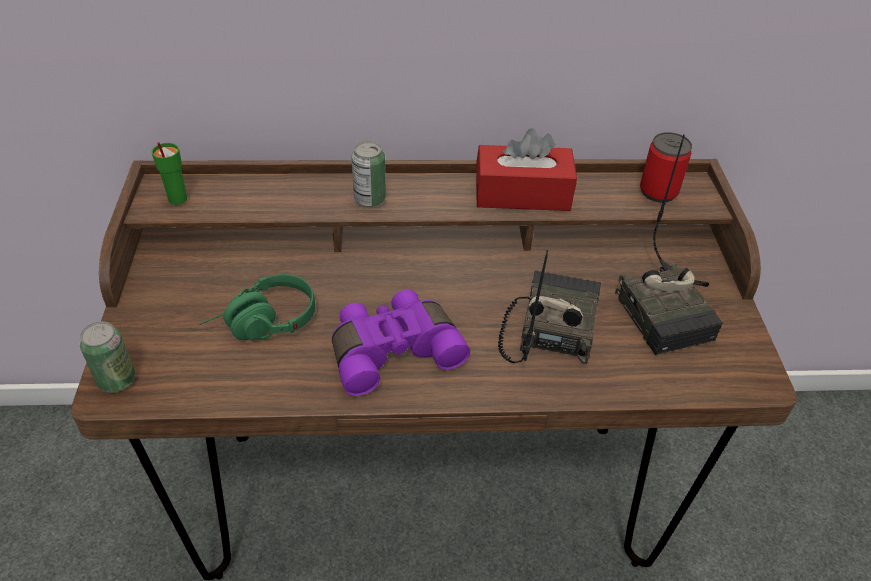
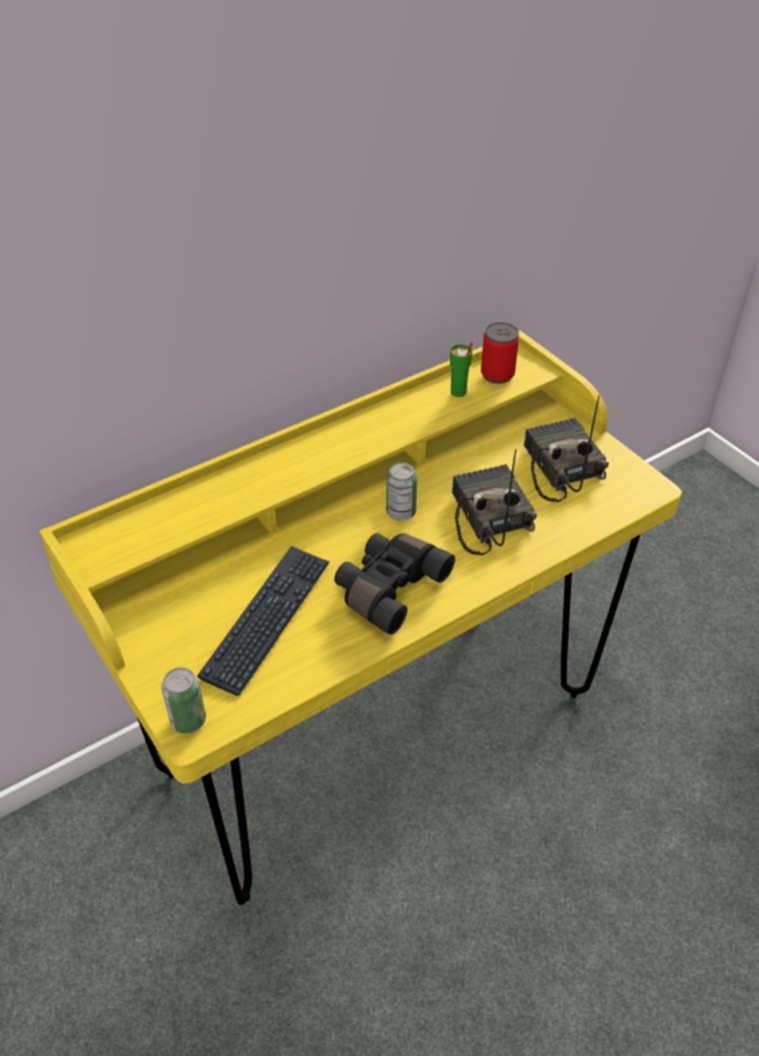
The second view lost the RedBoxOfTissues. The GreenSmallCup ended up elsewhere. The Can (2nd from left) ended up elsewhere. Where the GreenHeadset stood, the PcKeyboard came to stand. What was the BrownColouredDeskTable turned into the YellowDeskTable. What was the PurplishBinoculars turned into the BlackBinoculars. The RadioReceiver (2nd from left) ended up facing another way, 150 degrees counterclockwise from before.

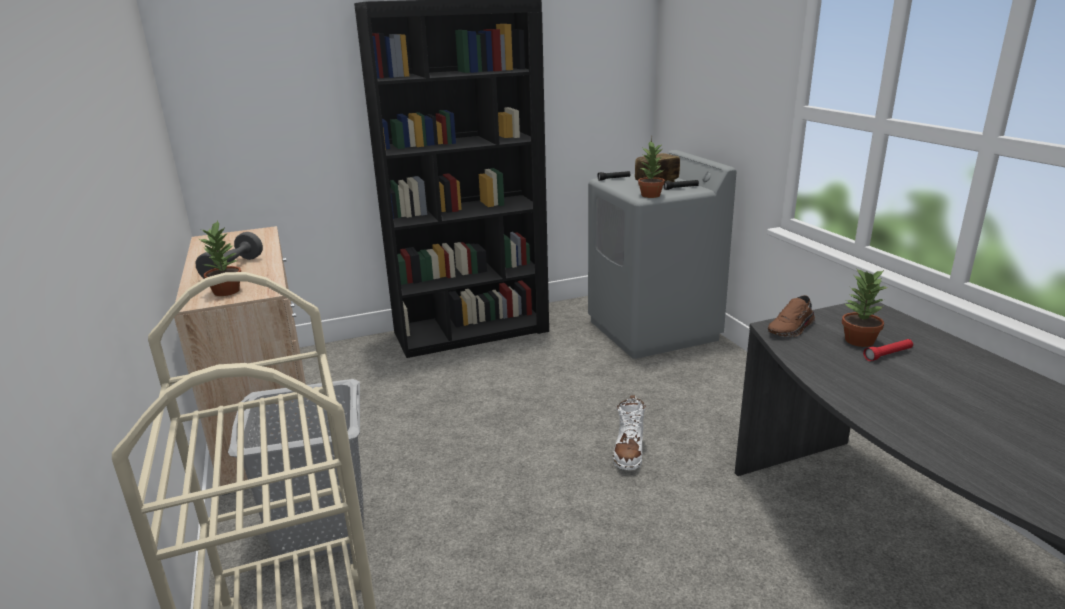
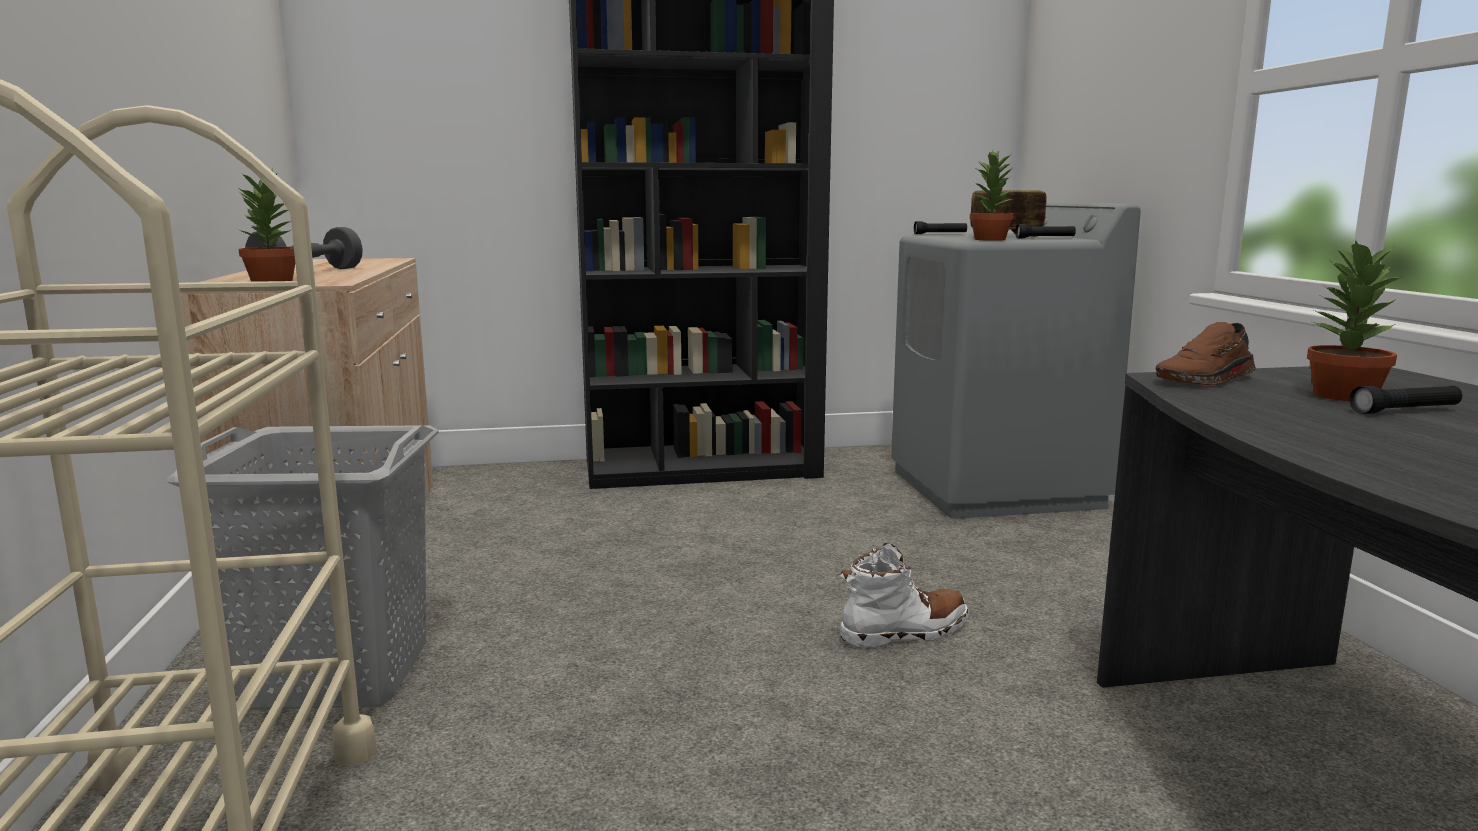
What was the RedTorch turned into the BlackTorch (3rd from left). The WhiteColouredTallBoot ended up facing another way, 135 degrees counterclockwise from before.

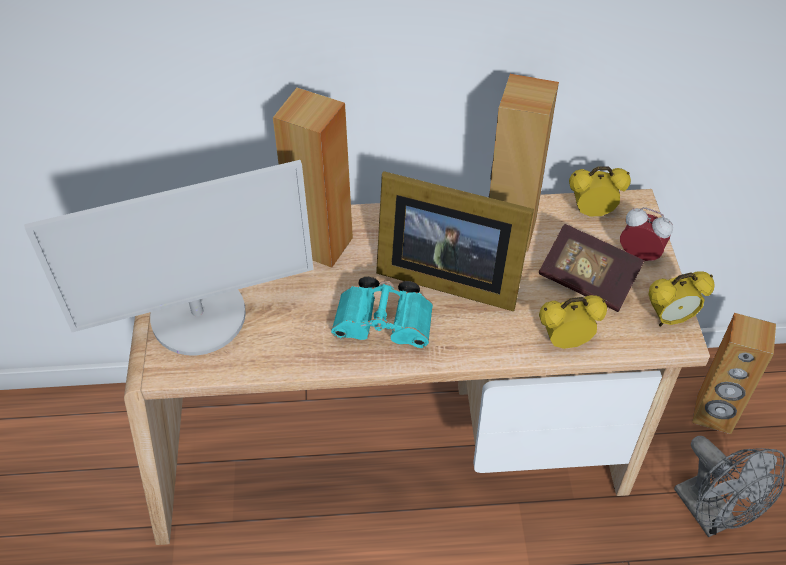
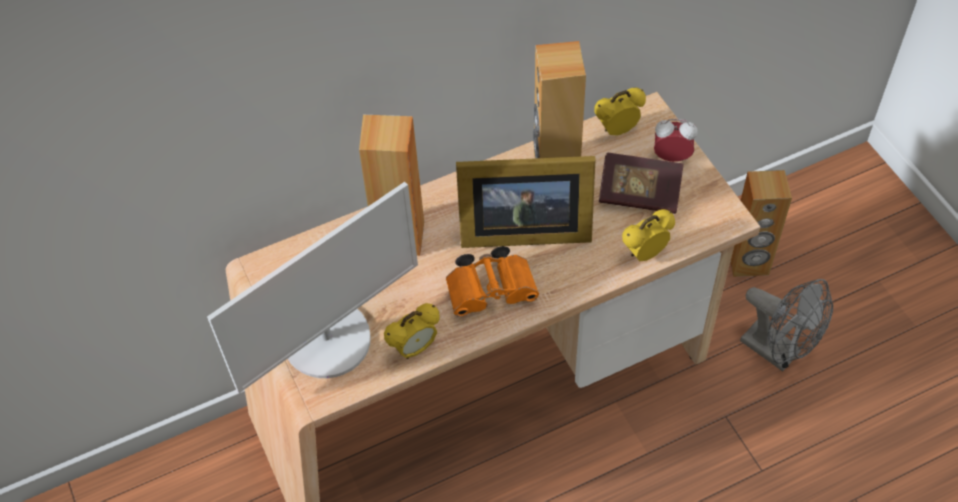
The TableClock (4th from left in the first image) ended up elsewhere. What was the TurquoiseColouredBinoculars turned into the OrangeyBinoculars.

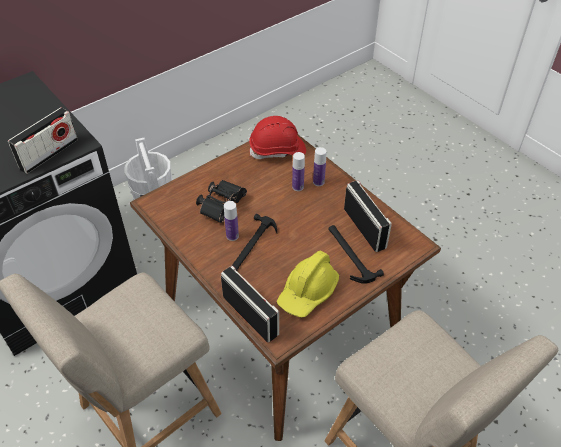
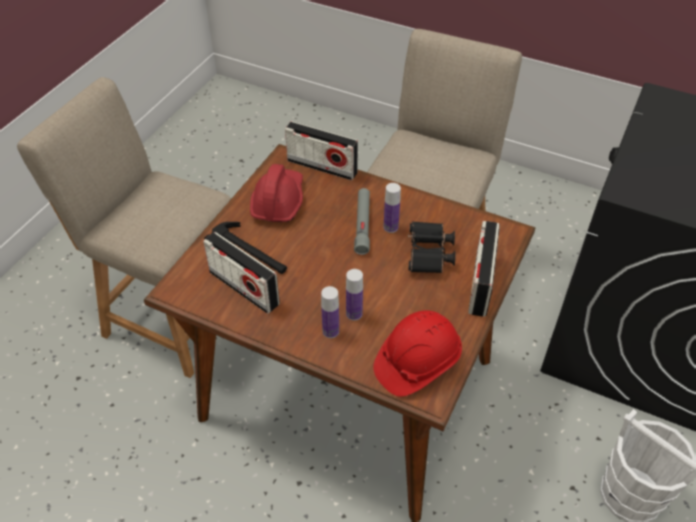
The RadioReceiver (1st from left in the first image) ended up elsewhere. Where the ToolHammer (1st from left) stood, the GreyishTorch came to stand. What was the YellowHardHat turned into the RedHardHat (1st from left).

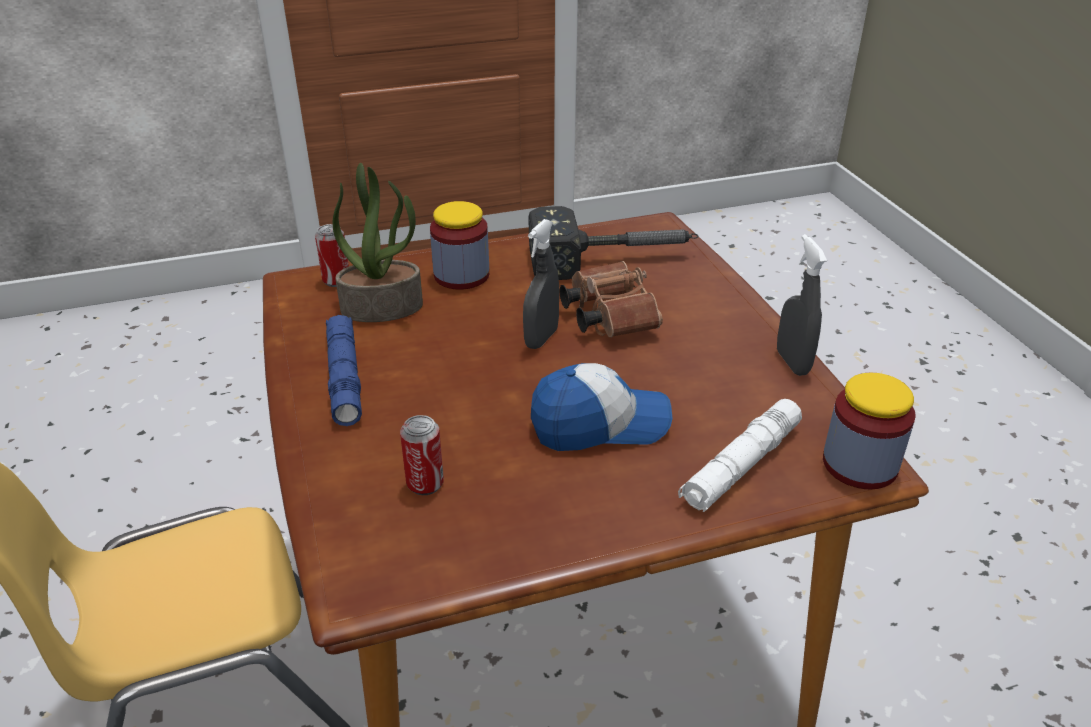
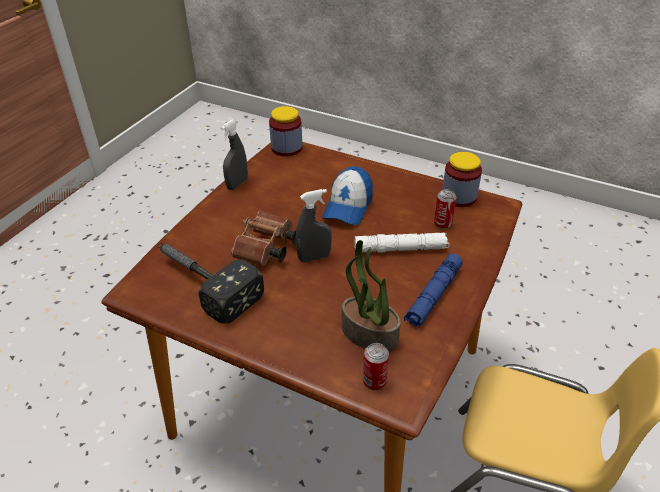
The Jar (1st from left in the first image) ended up elsewhere. The WhiteColouredTorch ended up elsewhere. The Cap ended up facing another way, 105 degrees counterclockwise from before.

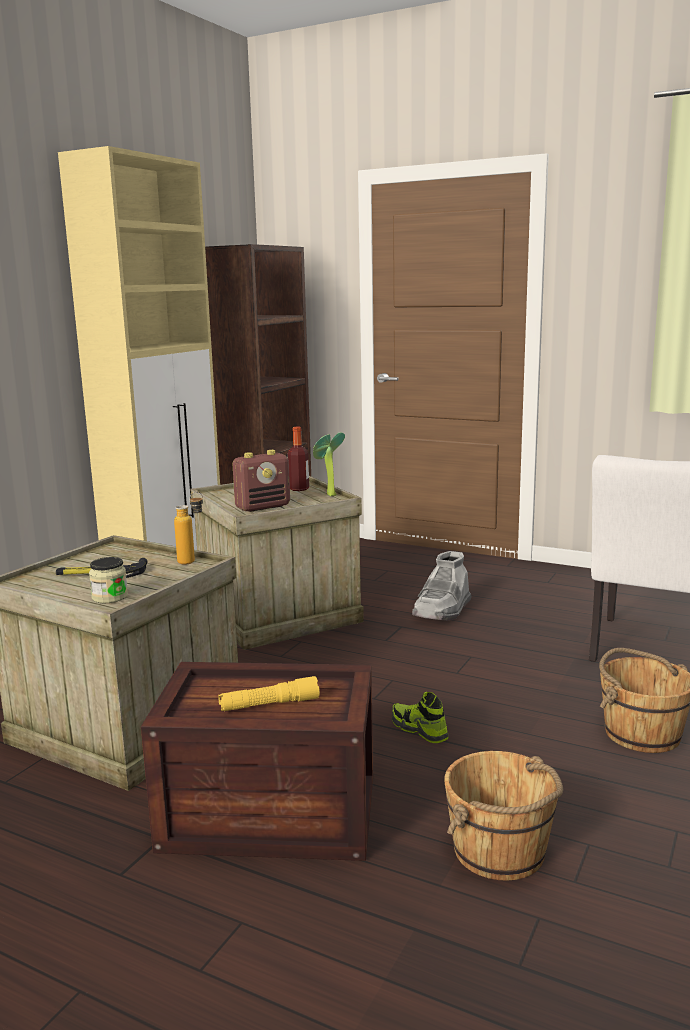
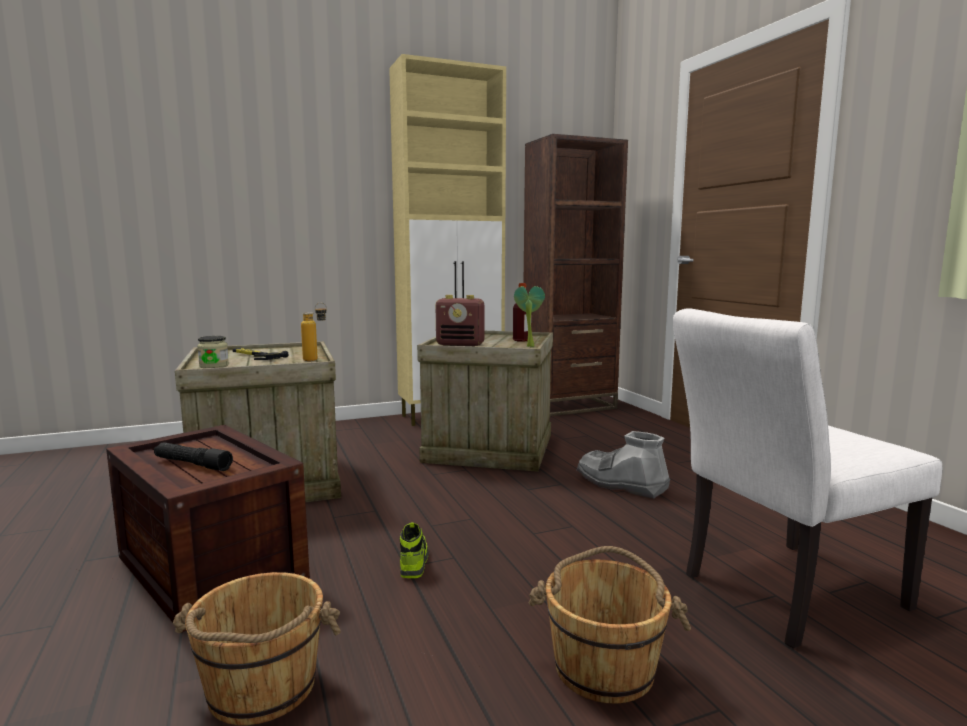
What was the YellowTorch turned into the BlackTorch. The GreyishTallBoot ended up facing another way, 60 degrees clockwise from before.

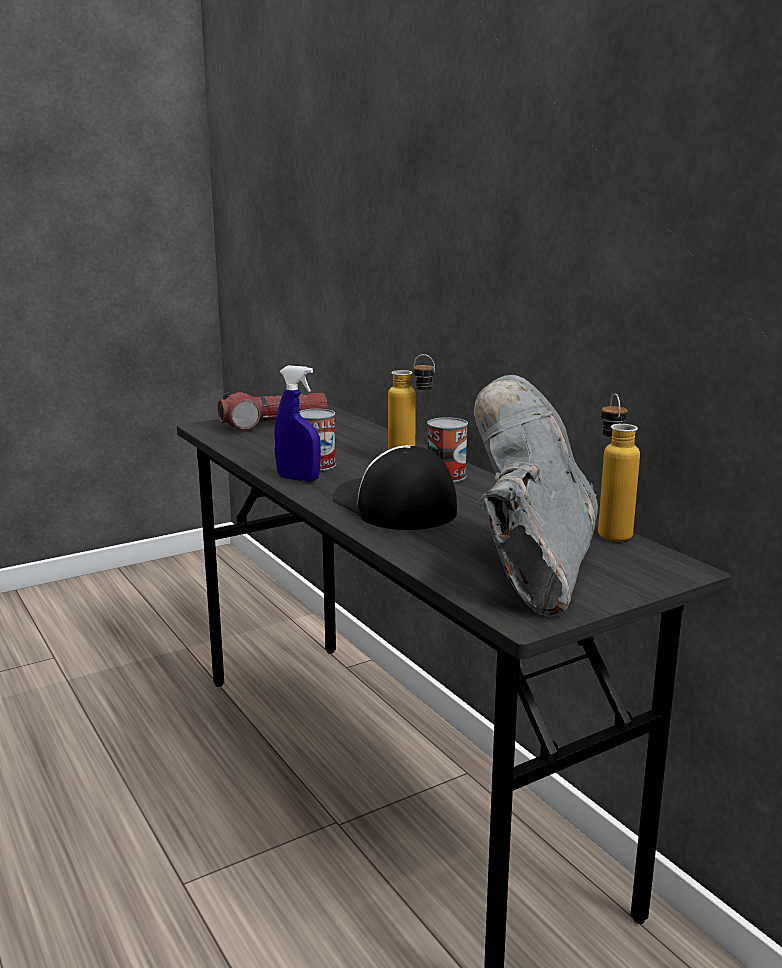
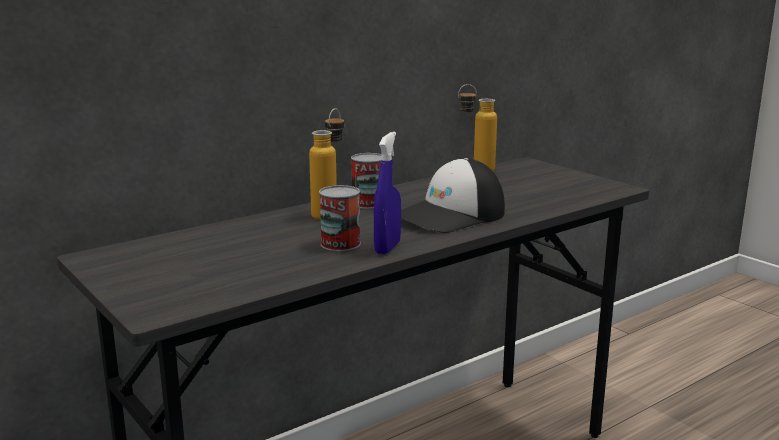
The second view lost the Torch. The second view lost the GreyishTallBoot.

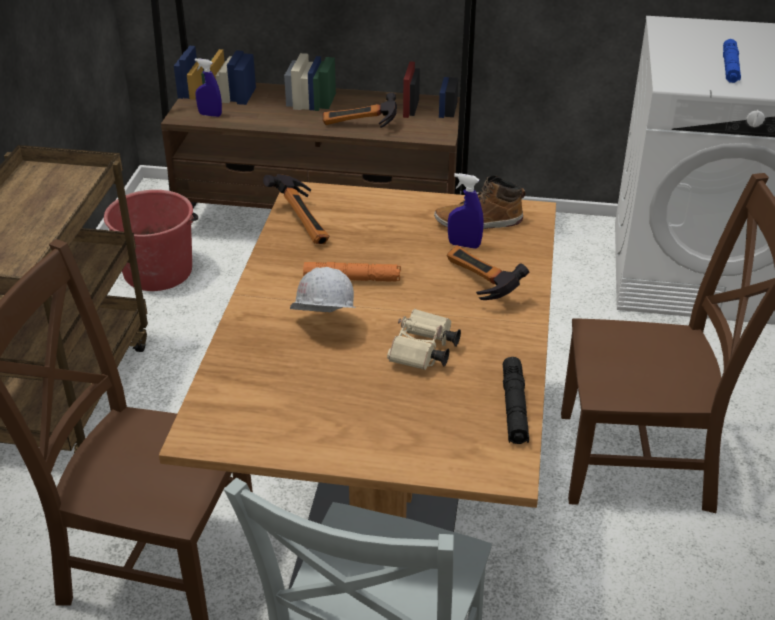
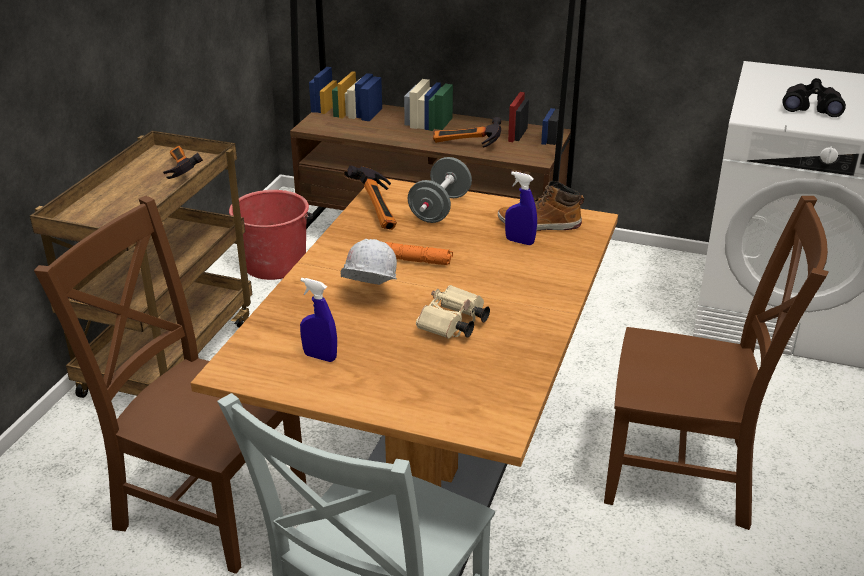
The second view lost the BlackTorch. The second view gained the GreyishFreeWeight. The BlueColouredHandSprayer (1st from left) ended up elsewhere. The ToolHammer (3rd from left in the first image) ended up elsewhere. Where the BlueColouredTorch stood, the BlackBinoculars came to stand.

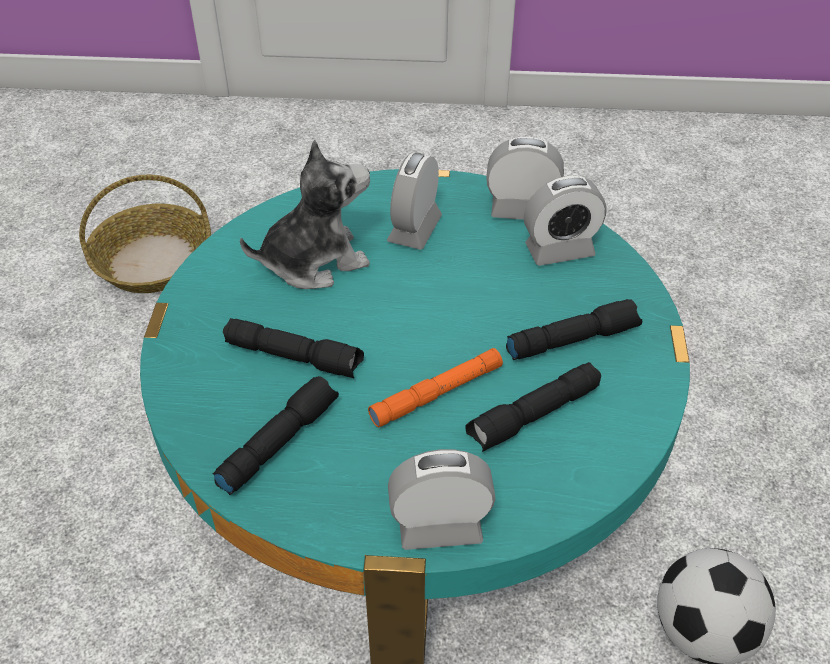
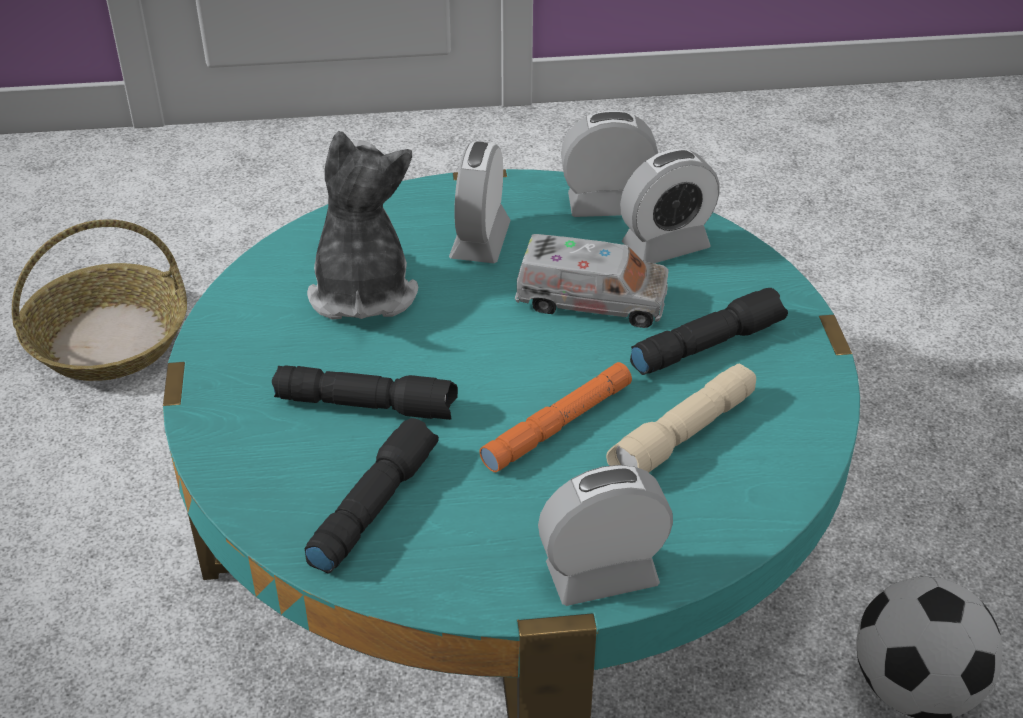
The second view gained the ModelTruck. What was the BlackTorch (3rd from left) turned into the SandColouredTorch. The SoftToy ended up facing another way, 60 degrees counterclockwise from before.

